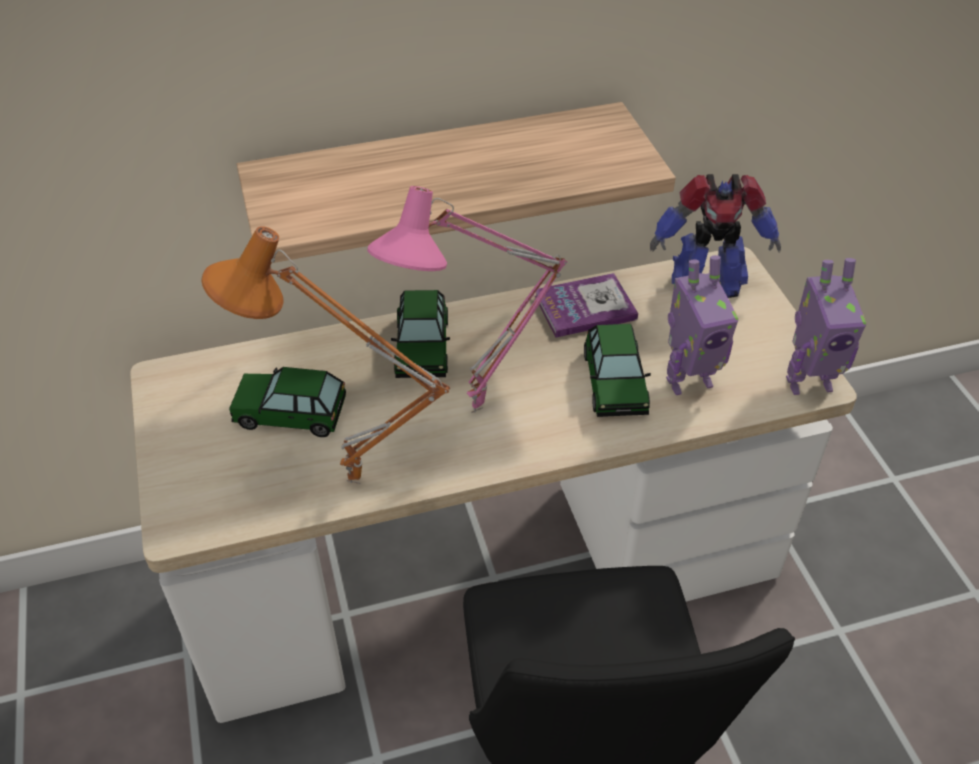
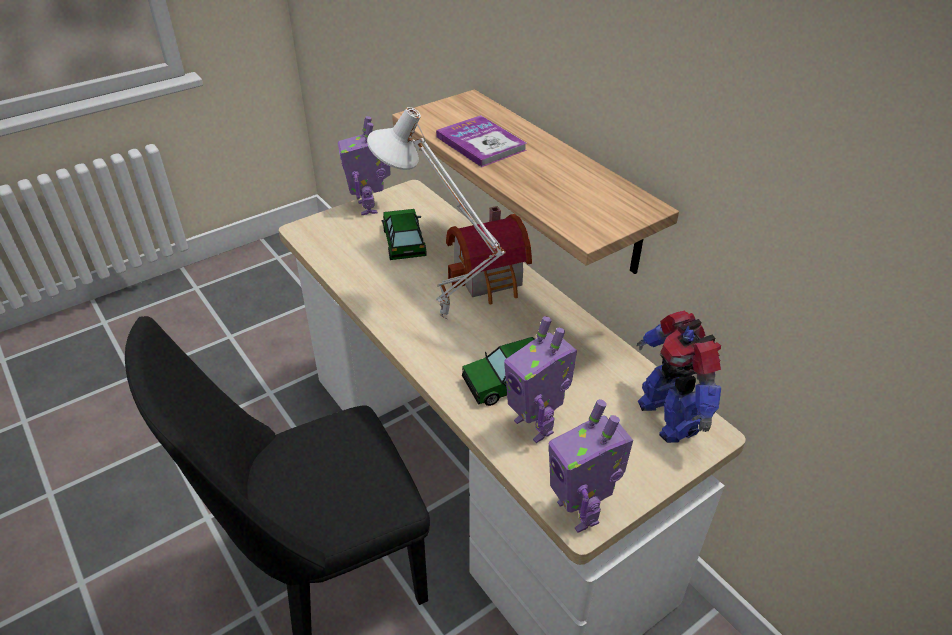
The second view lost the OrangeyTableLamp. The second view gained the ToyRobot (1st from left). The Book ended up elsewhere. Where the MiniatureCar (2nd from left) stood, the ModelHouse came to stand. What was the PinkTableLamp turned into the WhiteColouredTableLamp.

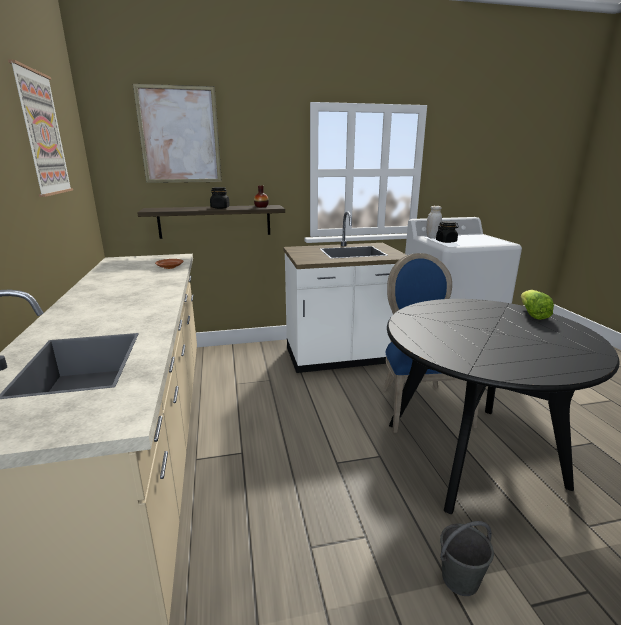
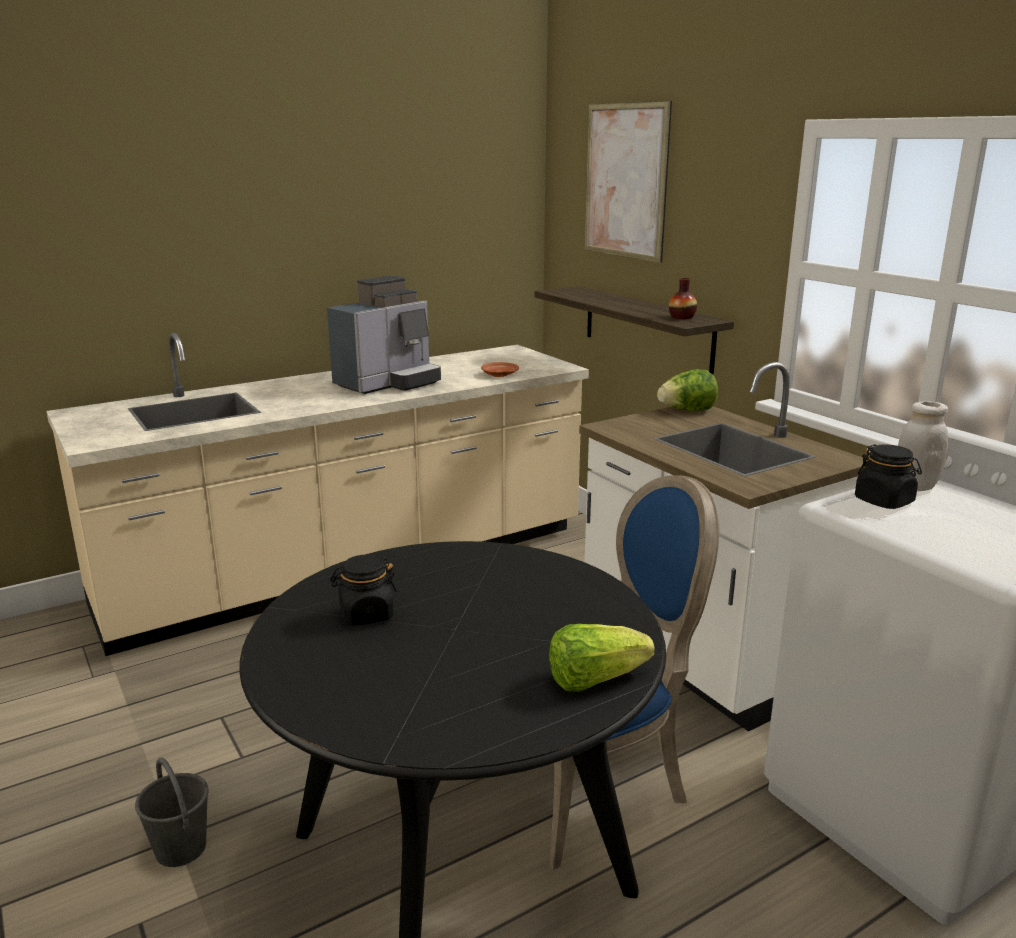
The second view lost the WallArt (1st from left). The second view gained the CoffeeMachine. The second view gained the Lettuce (2nd from left). The BlackJar (1st from left) ended up elsewhere.

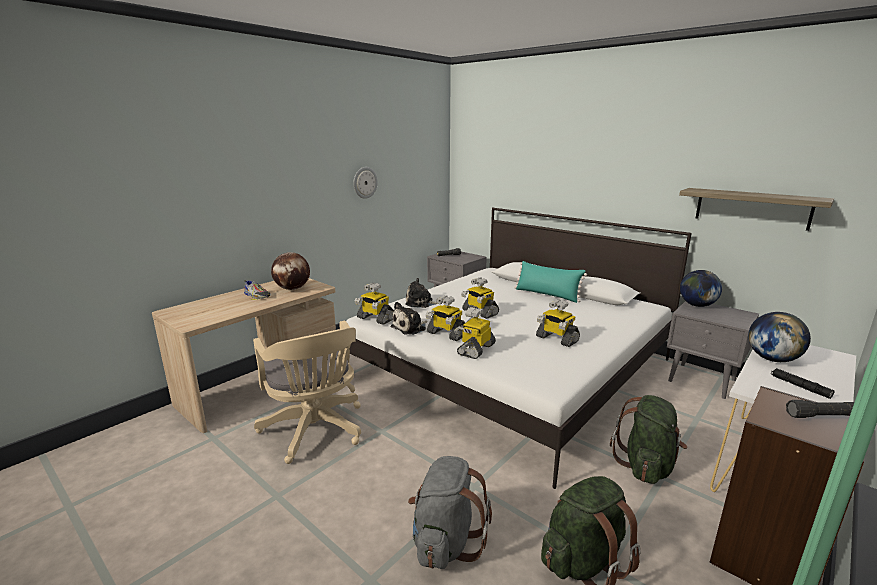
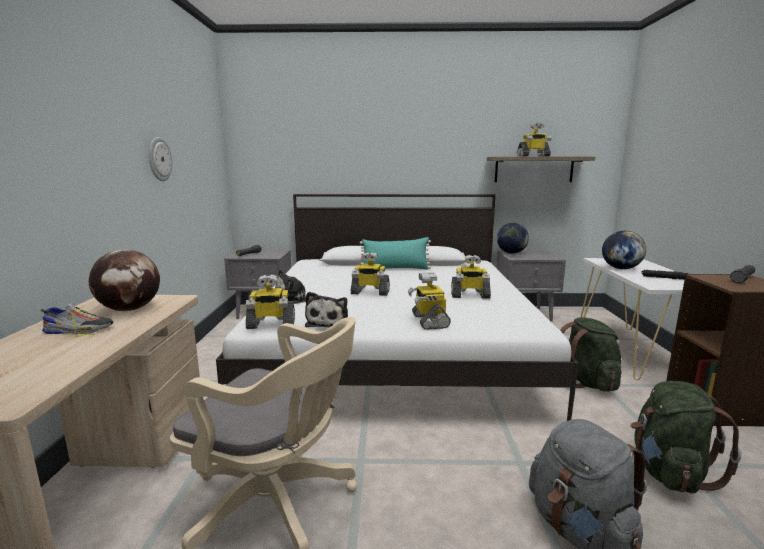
The ToyRobot (2nd from left in the first image) ended up elsewhere.

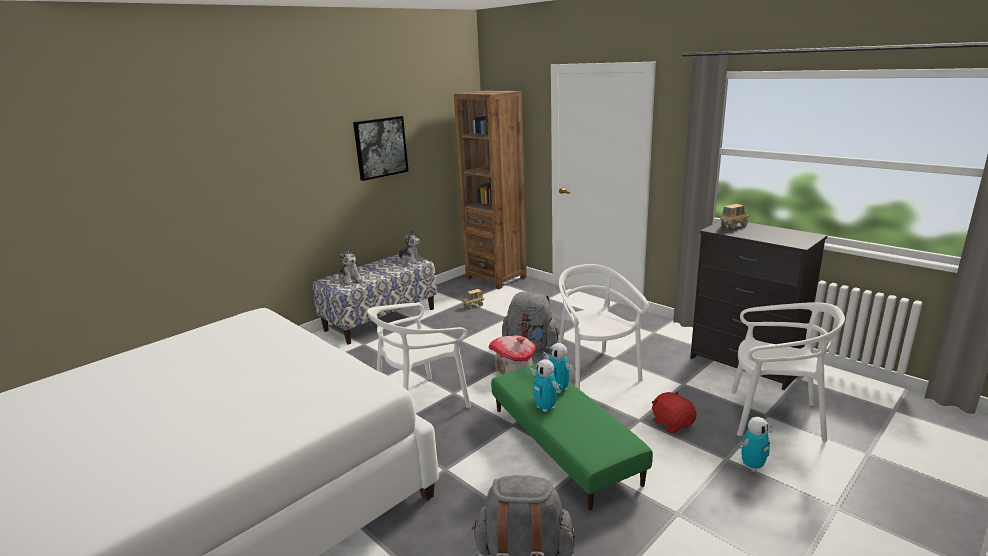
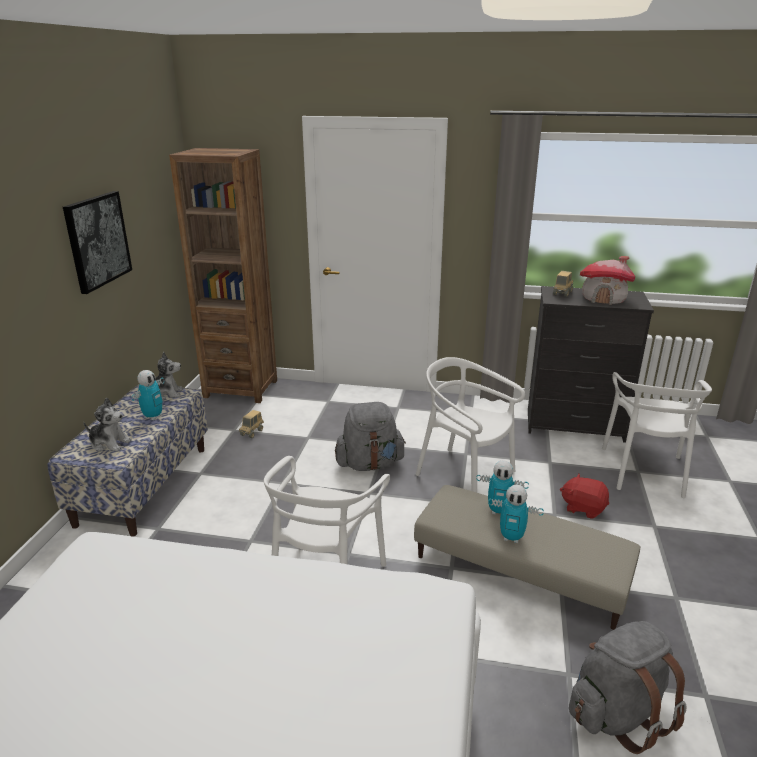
The ModelHouse ended up elsewhere. The ToyRobot (3rd from left in the first image) ended up elsewhere. What was the GreenFootrest turned into the SandColouredFootrest. The WhiteColouredChair (3rd from left) ended up facing another way, 120 degrees clockwise from before.

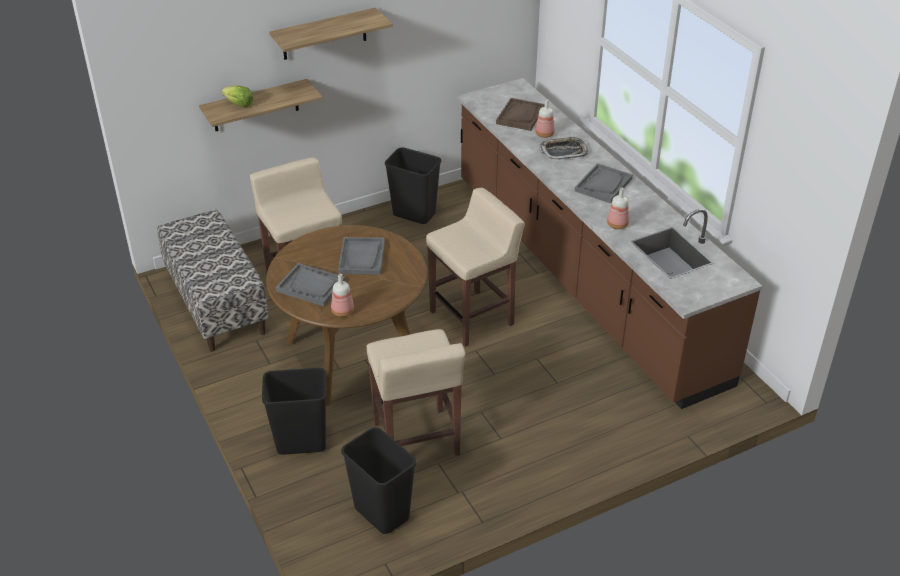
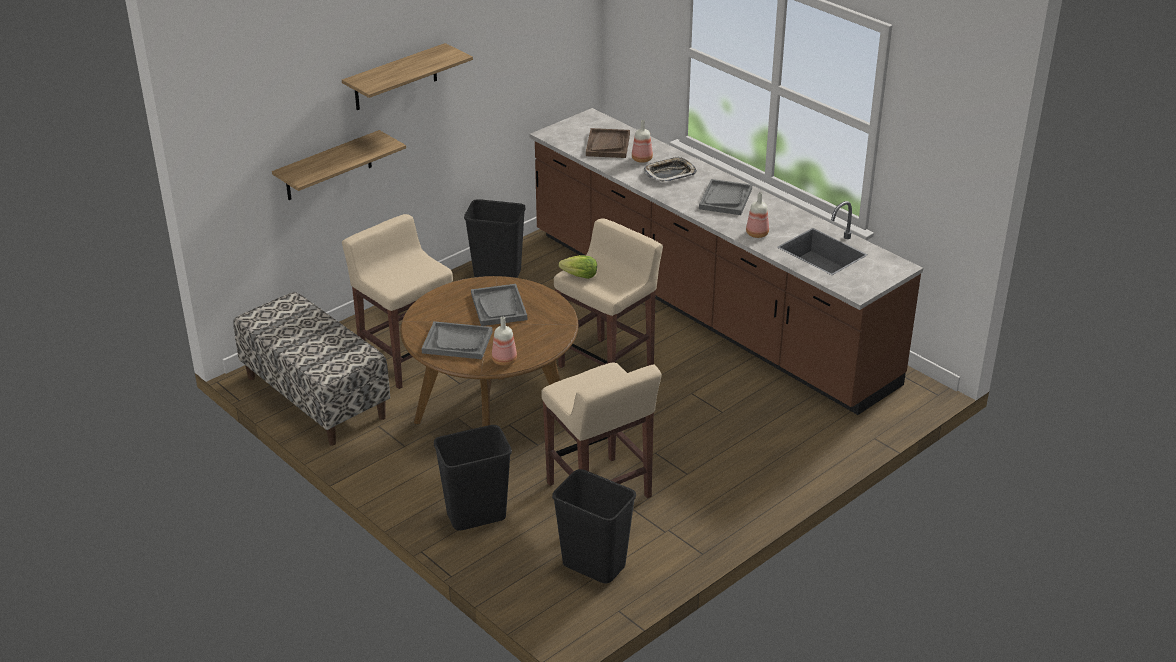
The Lettuce ended up elsewhere.

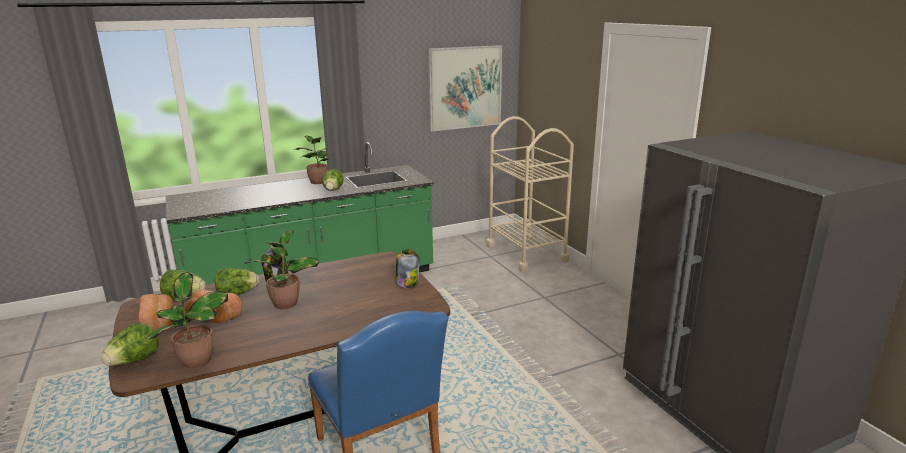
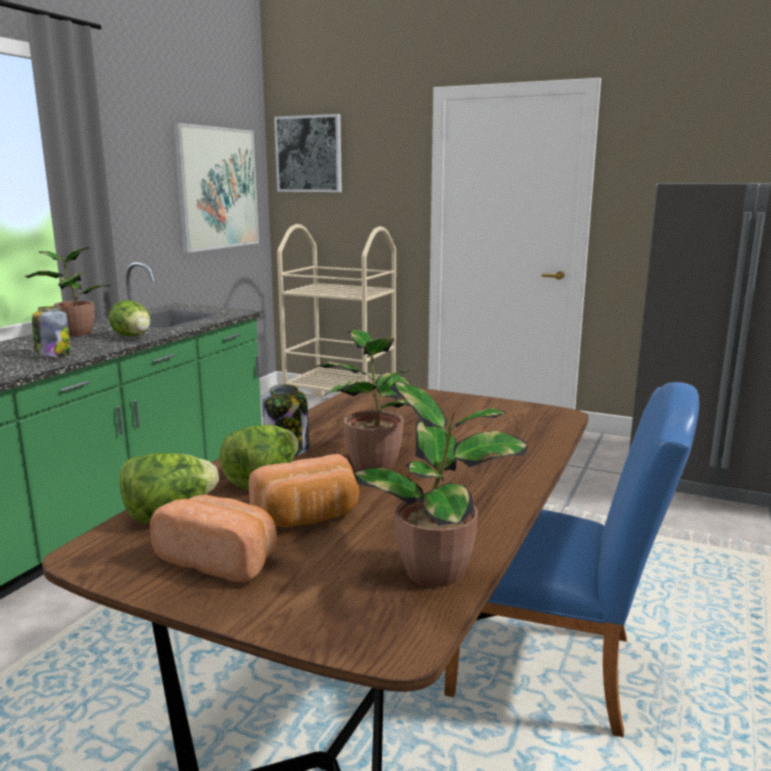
The second view lost the Lettuce (1st from left). The second view gained the WallArt (2nd from left). The Jar (2nd from left in the first image) ended up elsewhere.

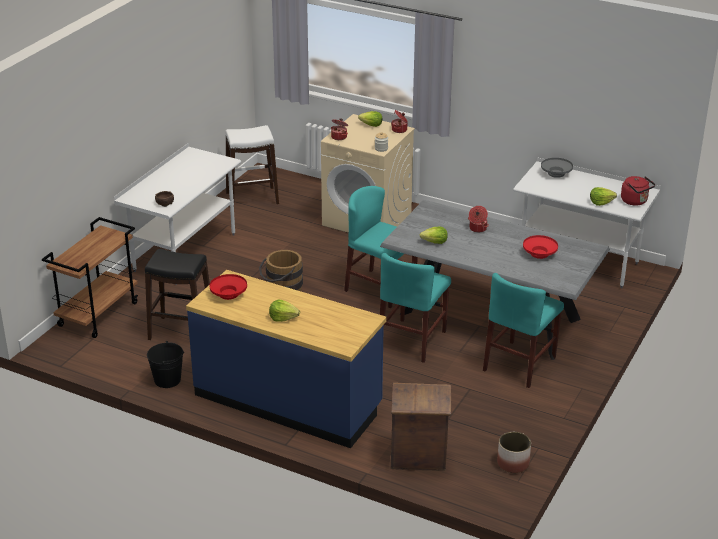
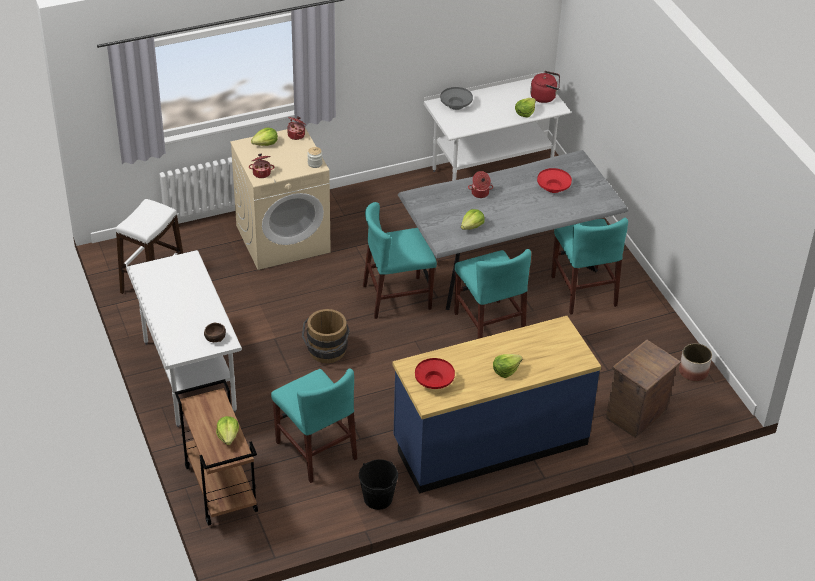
The second view gained the Lettuce (1st from left). Where the BlackStool stood, the TurquoiseColouredChair (1st from left) came to stand.

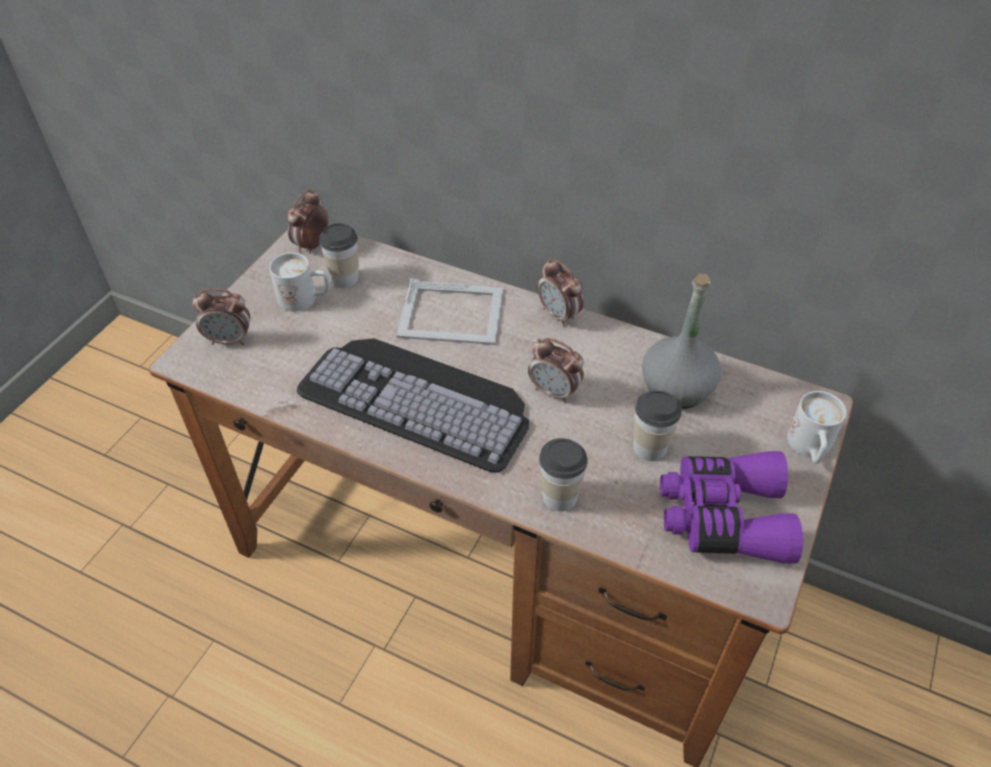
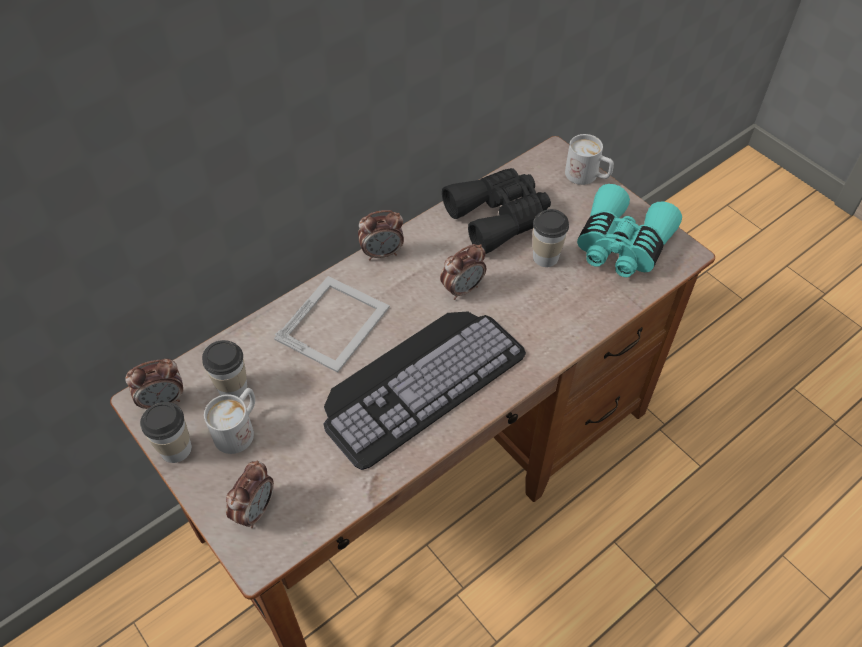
The SmallCup (2nd from left in the first image) ended up elsewhere. Where the GreyishDrinkBottle stood, the BlackBinoculars came to stand. What was the PurplishBinoculars turned into the TurquoiseColouredBinoculars. The TableClock (2nd from left in the first image) ended up facing another way, 75 degrees counterclockwise from before.

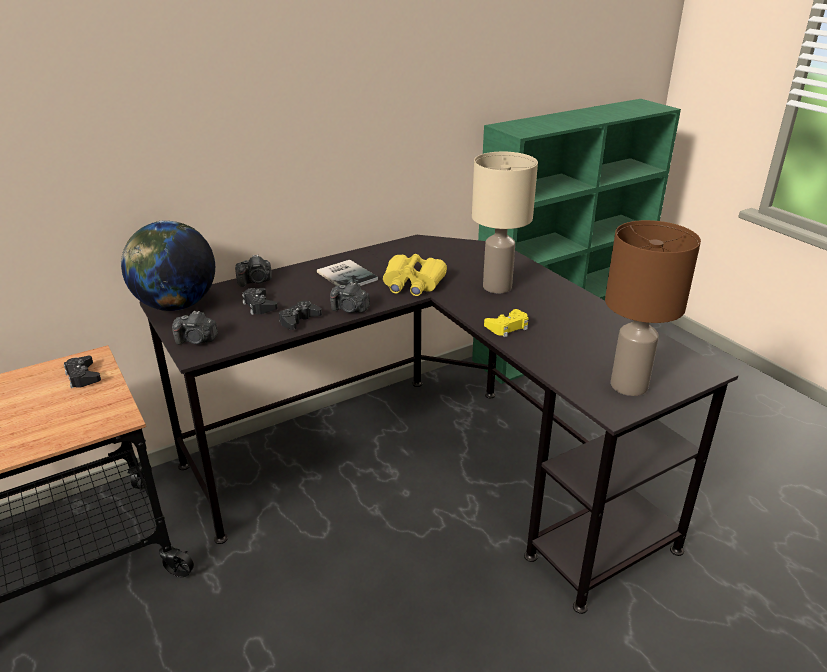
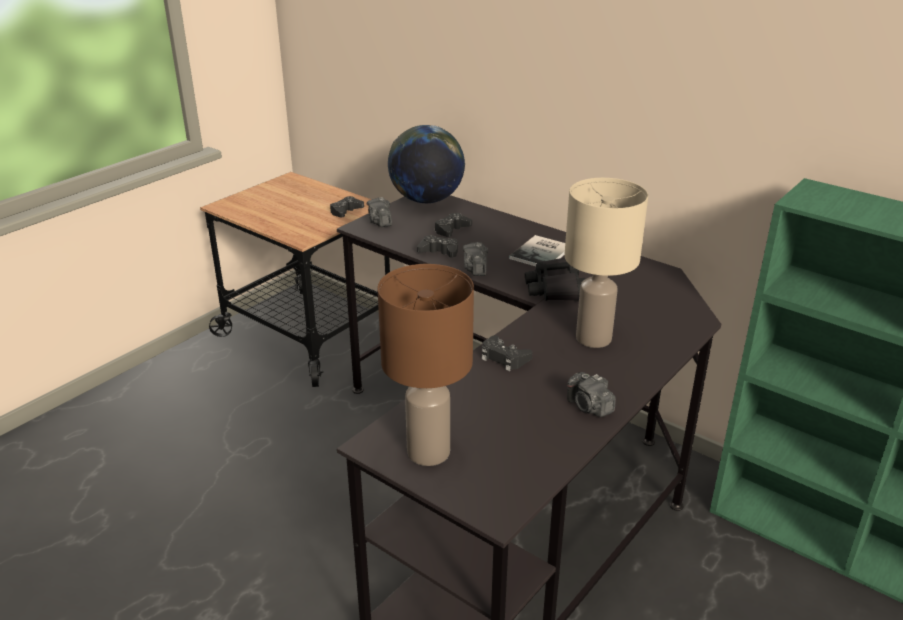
The PhotoCamera (2nd from left in the first image) ended up elsewhere. What was the YellowBinoculars turned into the BlackBinoculars. What was the YellowJoypad turned into the BlackJoypad (4th from left).

